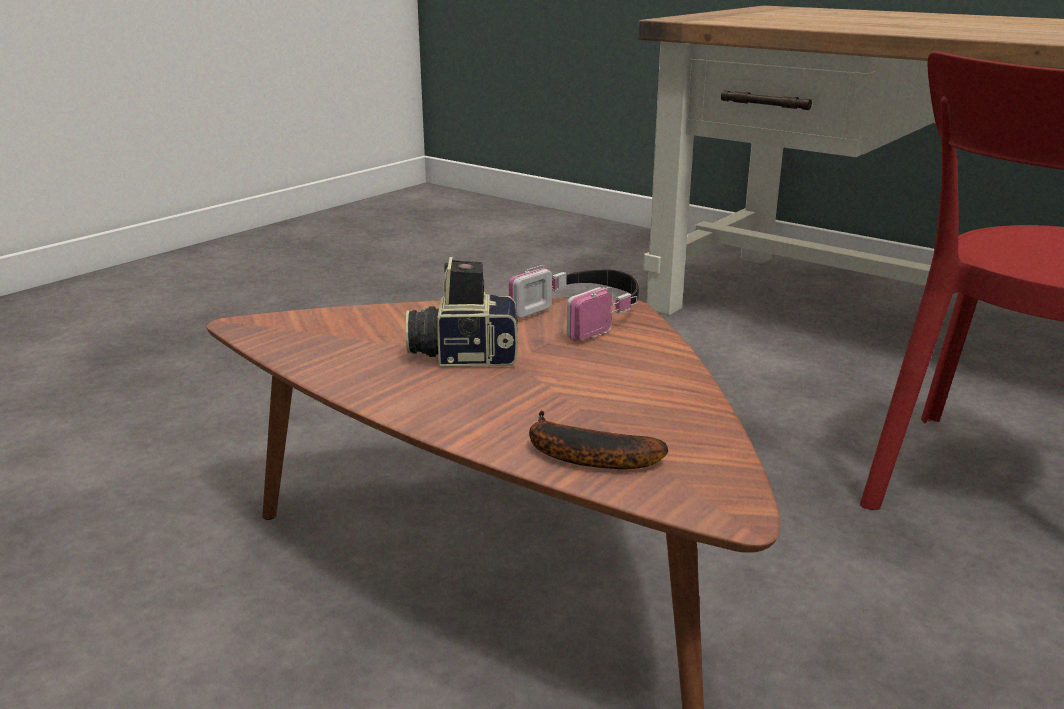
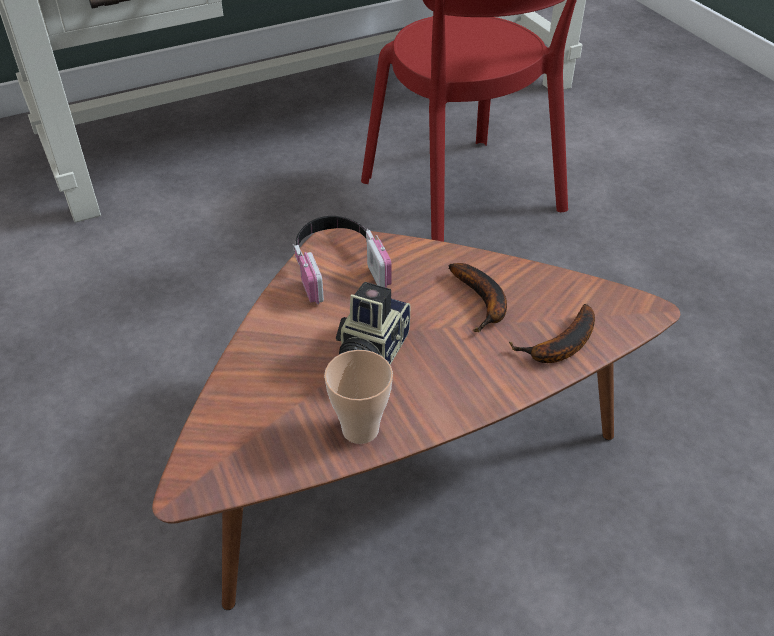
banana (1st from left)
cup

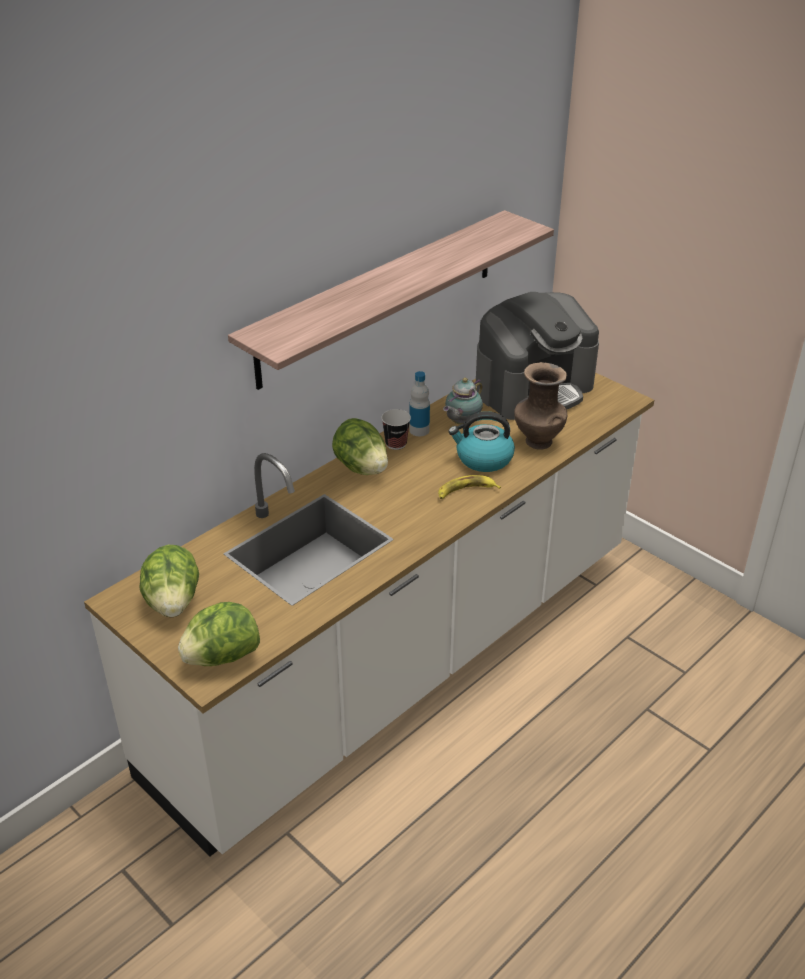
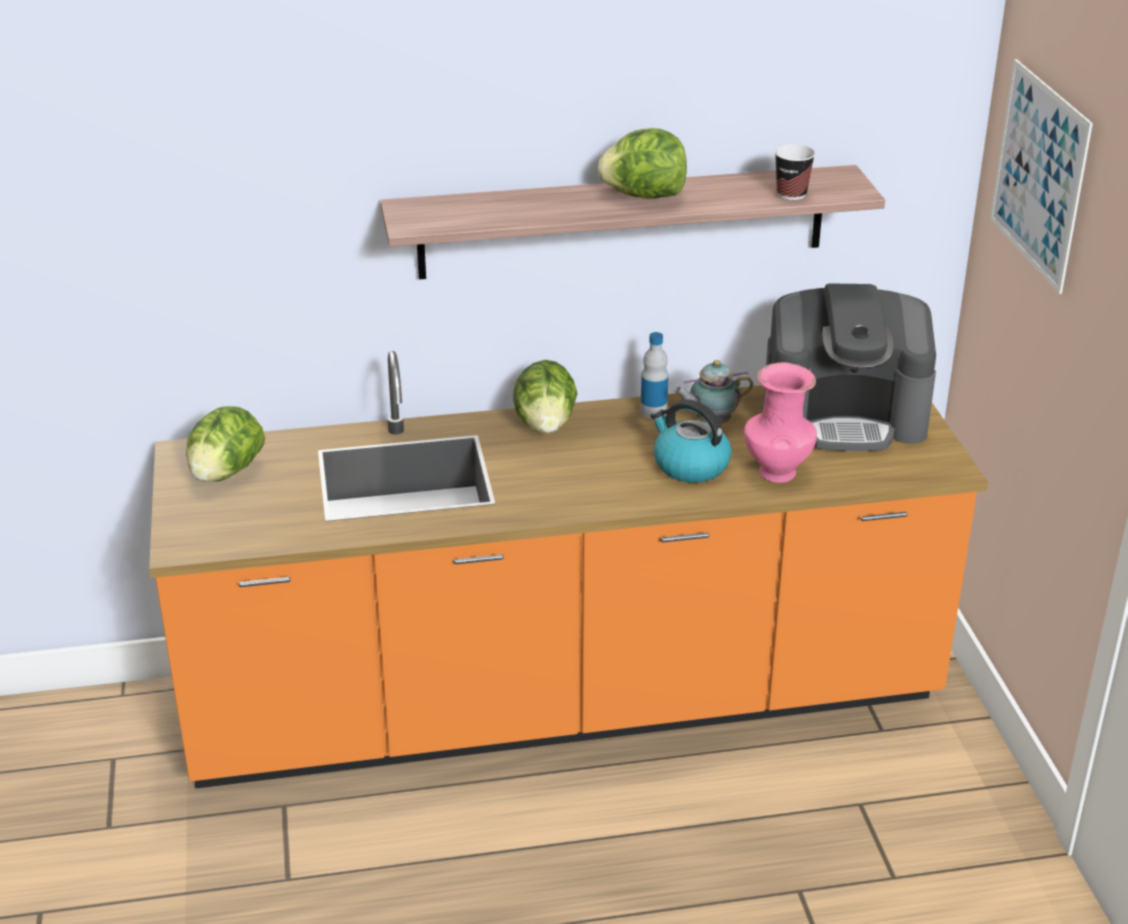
pink_vase
orange_counter
cup
banana
lettuce (3rd from left)
picture

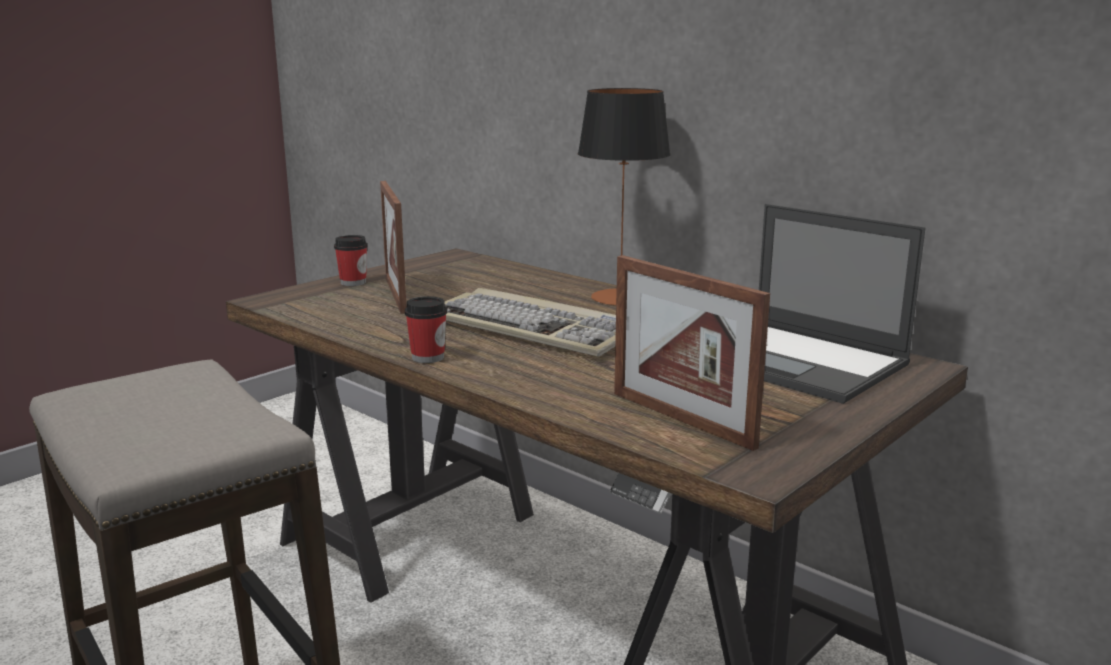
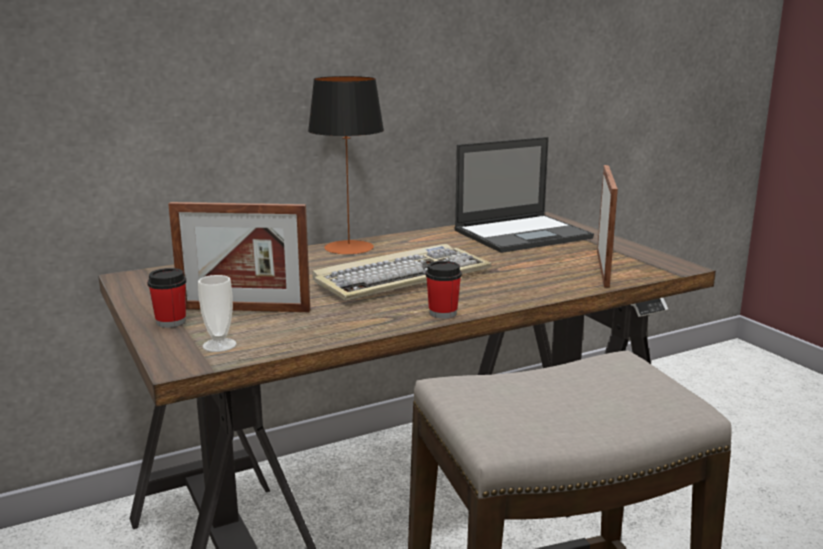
picture_frame (2nd from left)
cup (2nd from left)

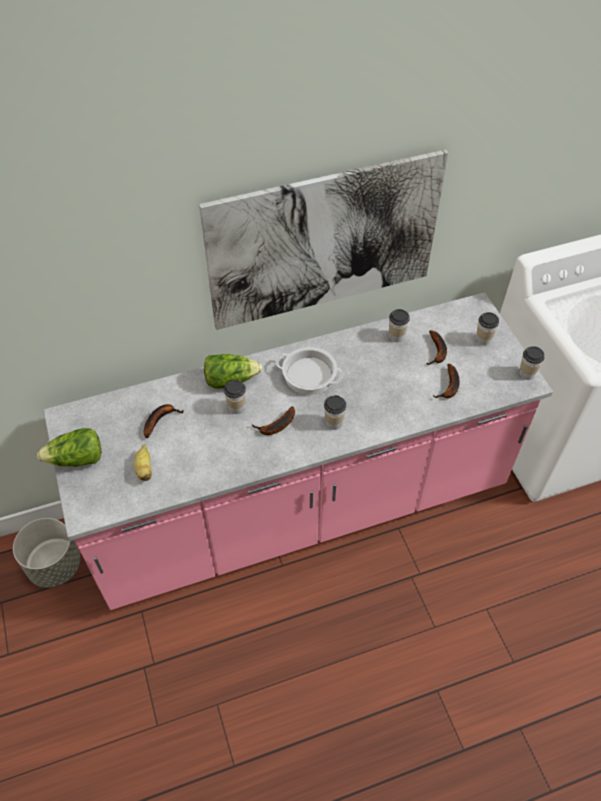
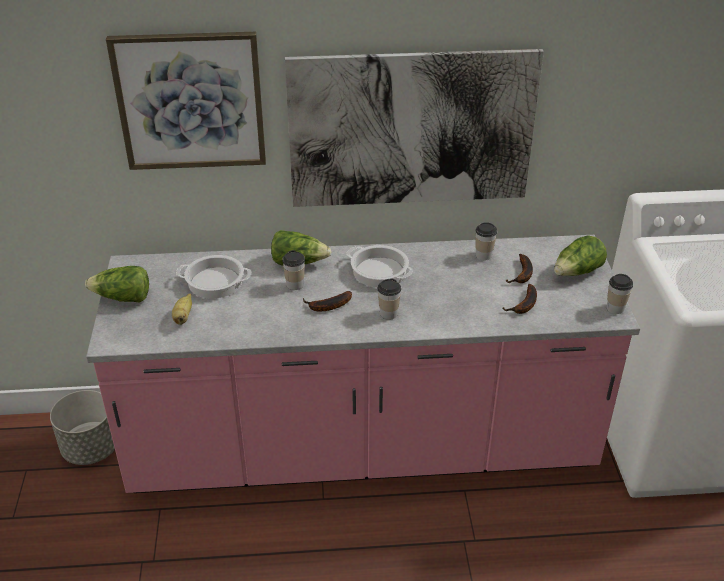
lettuce (3rd from left)
cooking_pot (1st from left)
picture (1st from left)

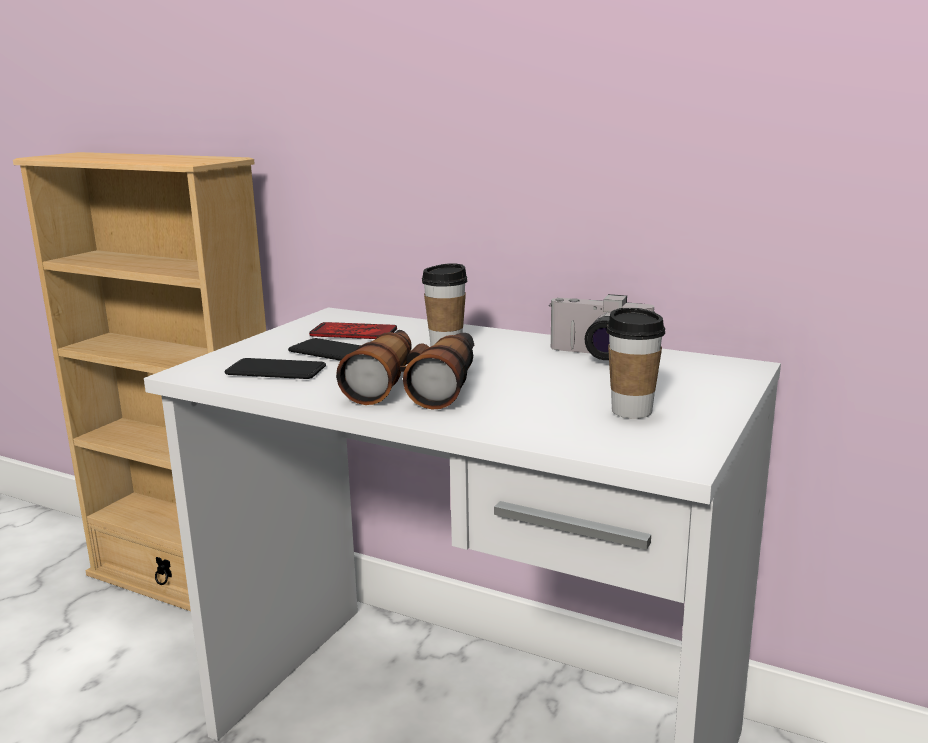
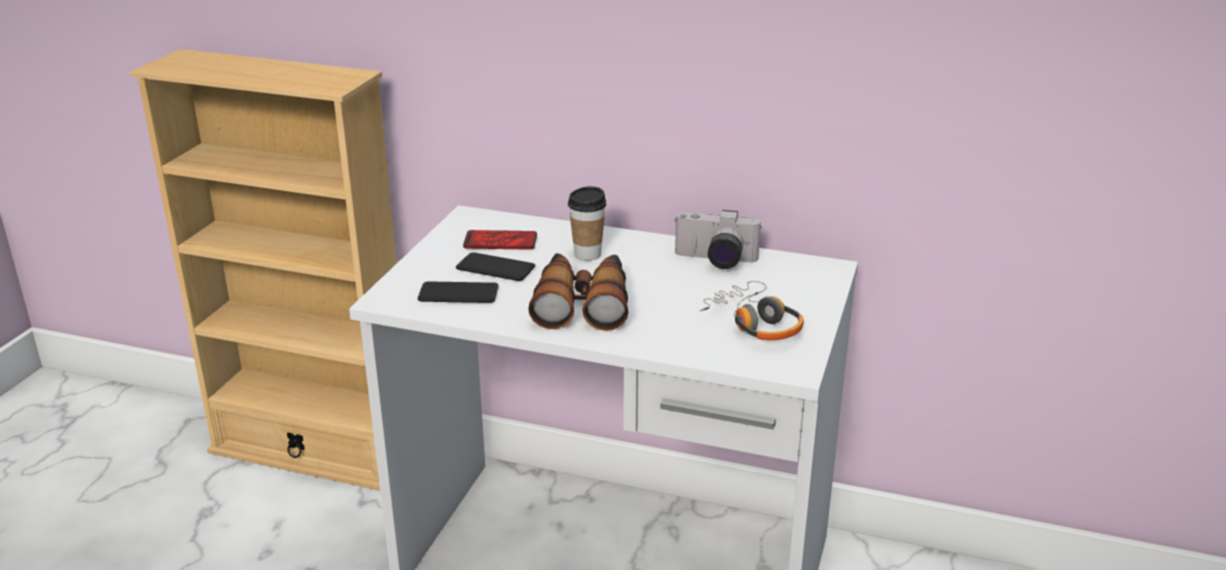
headphones

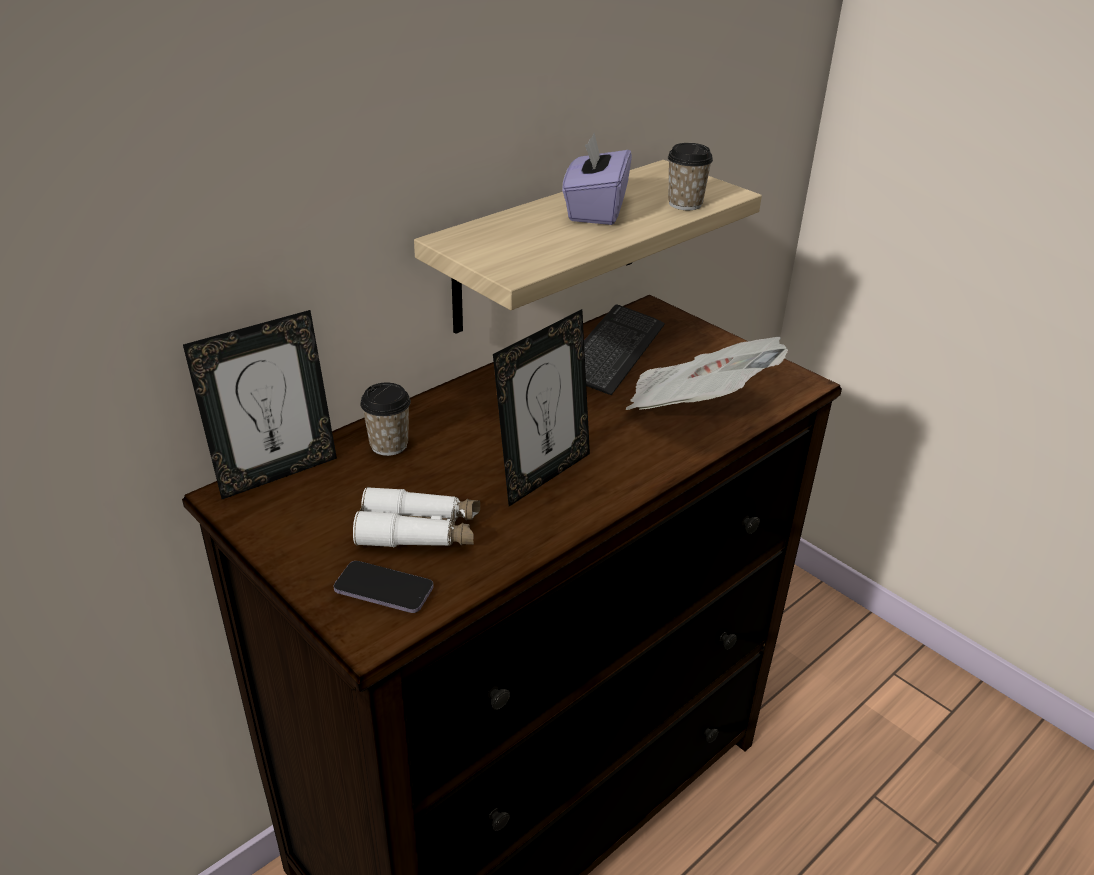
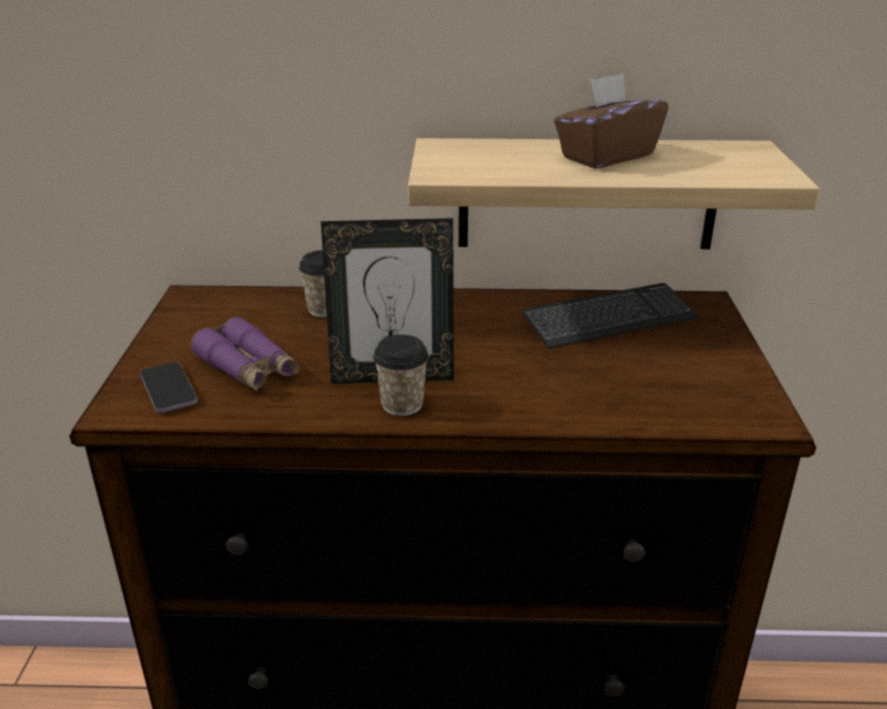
brown_tissue_box
cup (2nd from left)
picture_frame (1st from left in the first image)
newspaper
purple_binoculars

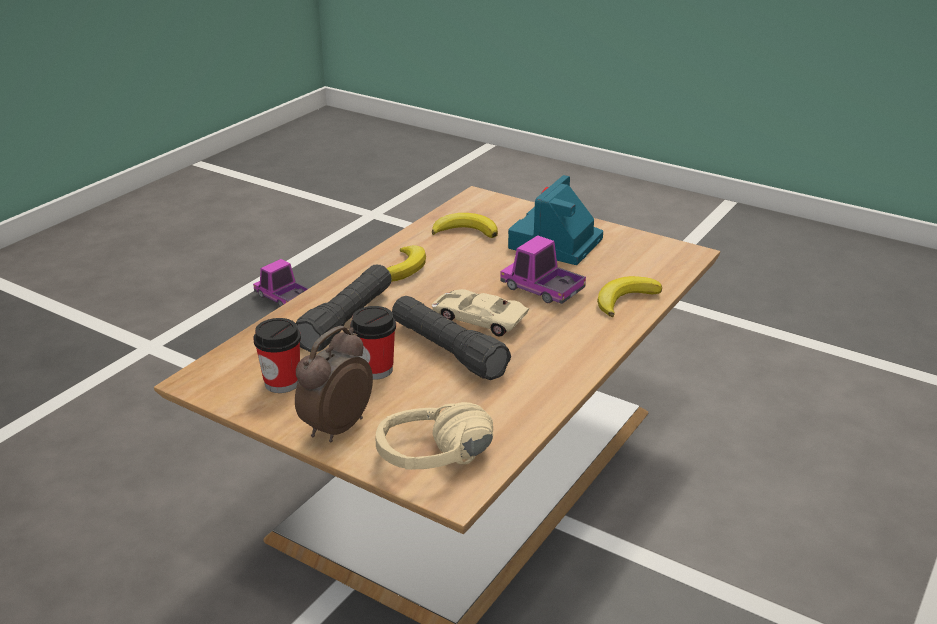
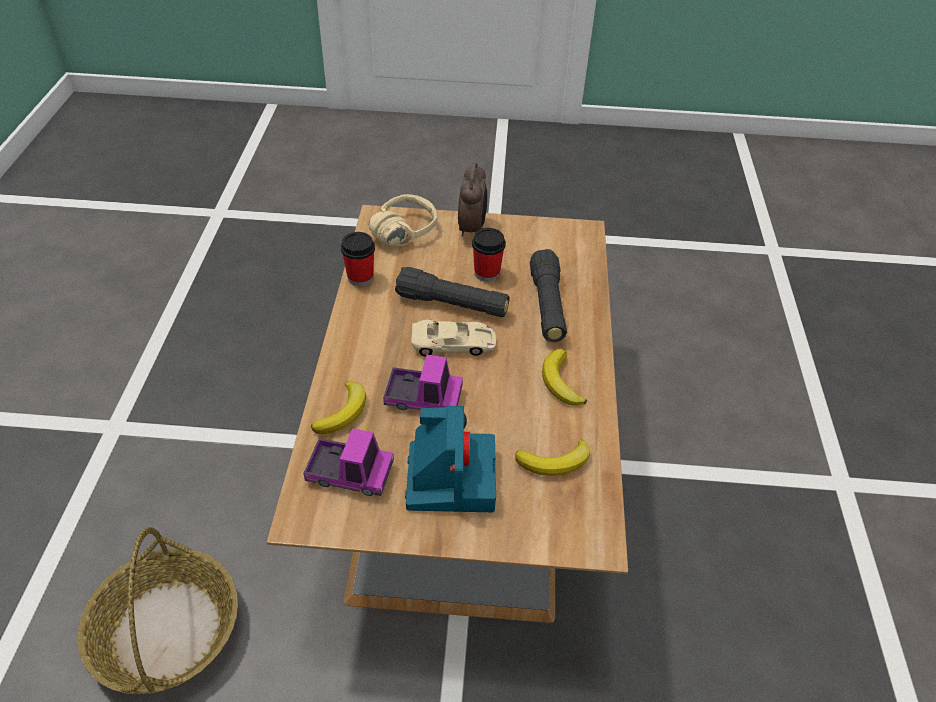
toy_truck (1st from left)
cup (1st from left)
basket

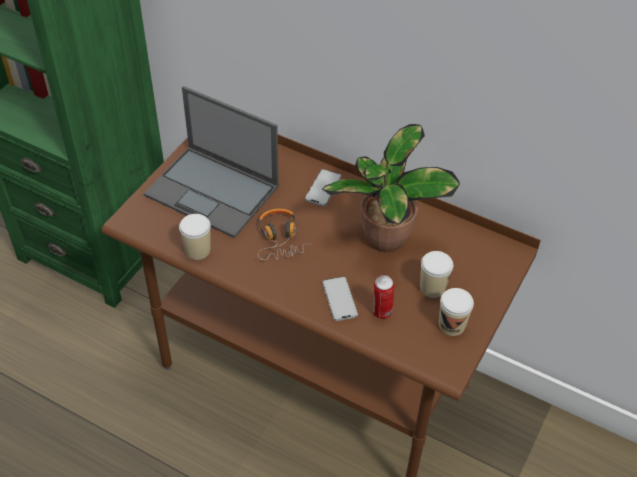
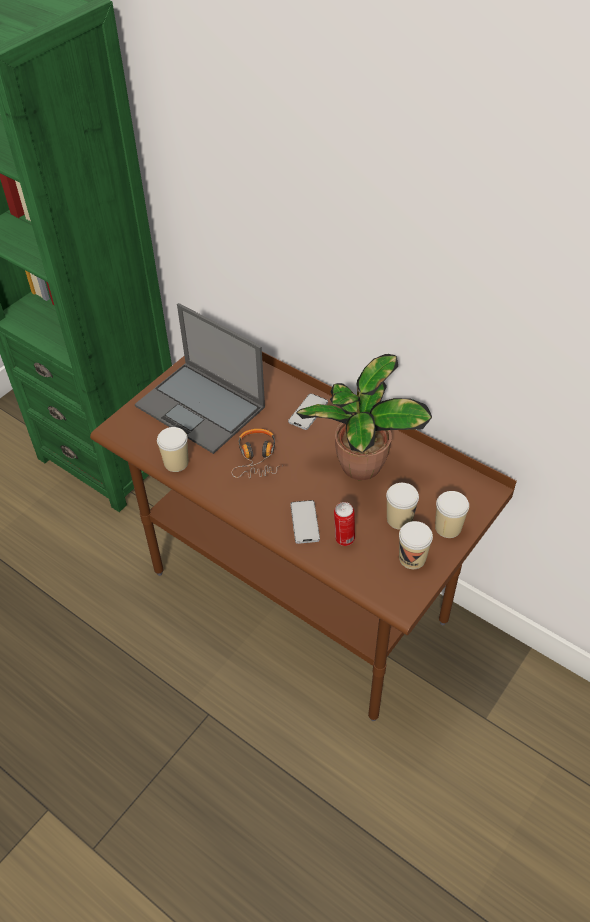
cup (4th from left)

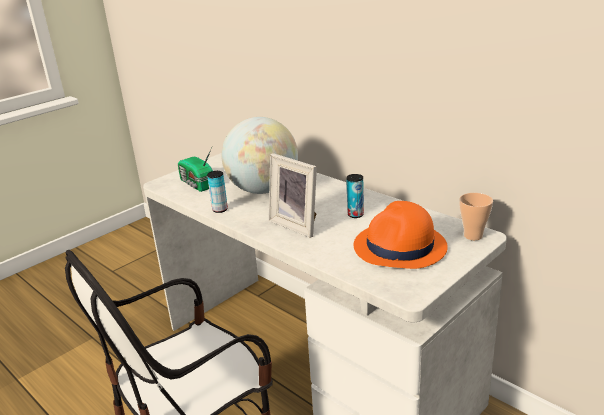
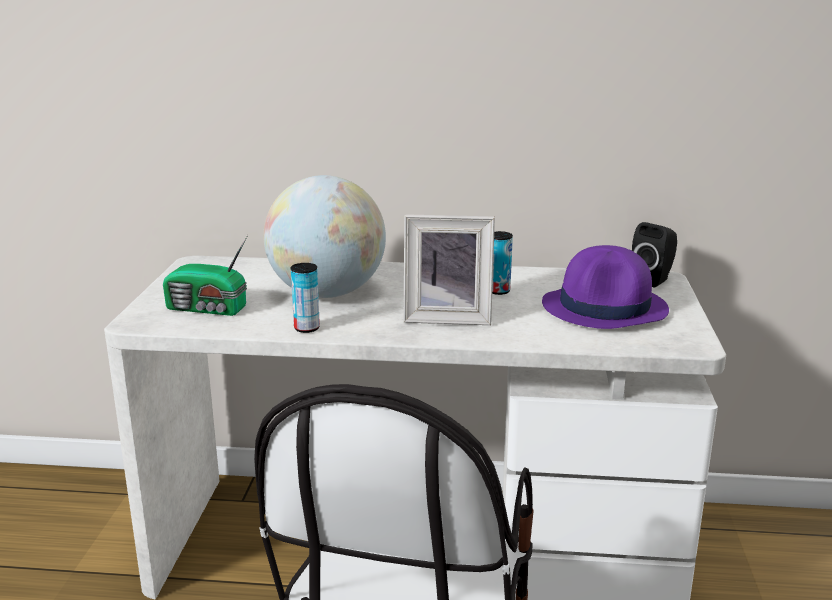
black_speaker
purple_hat

